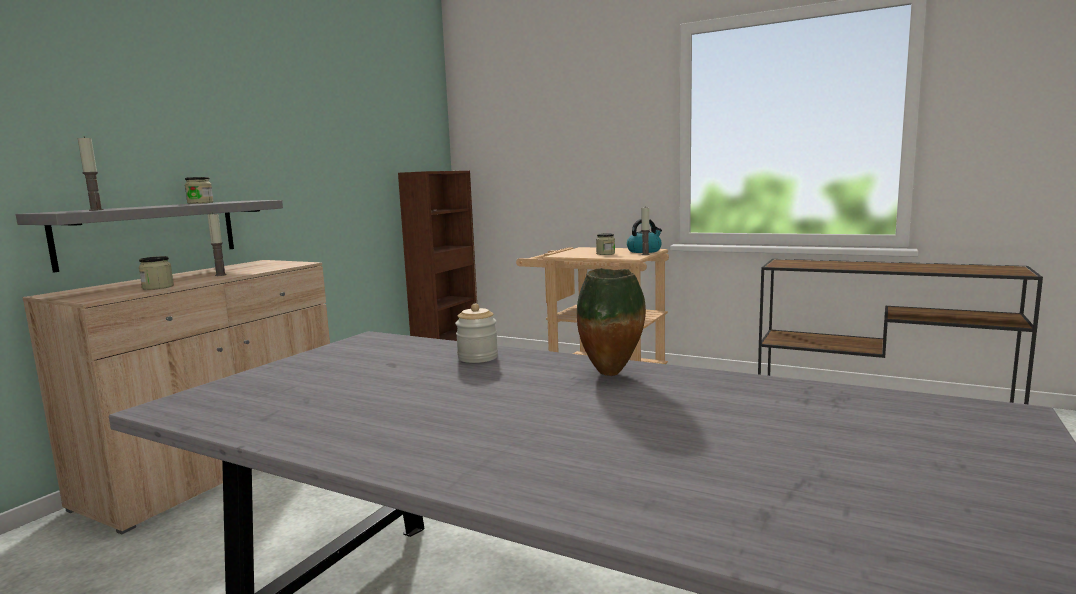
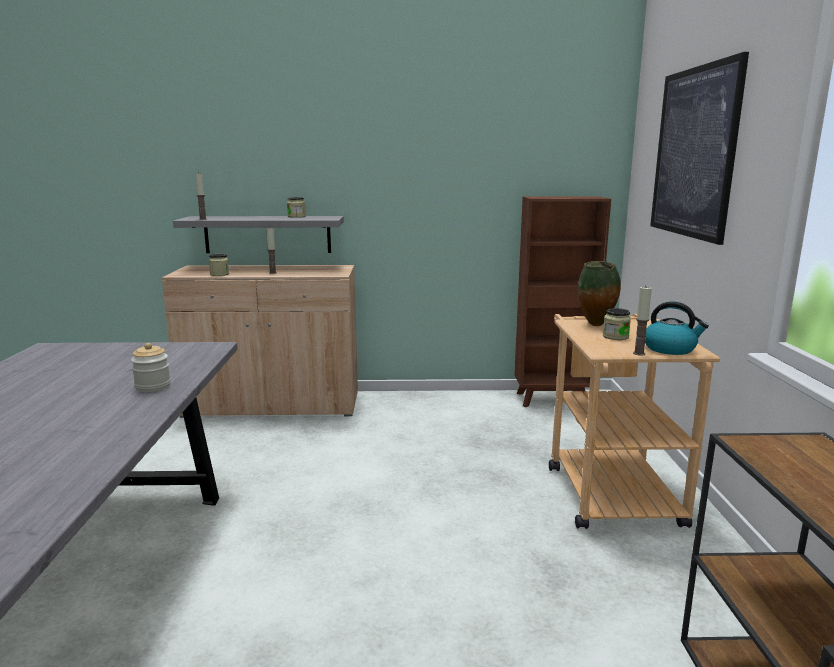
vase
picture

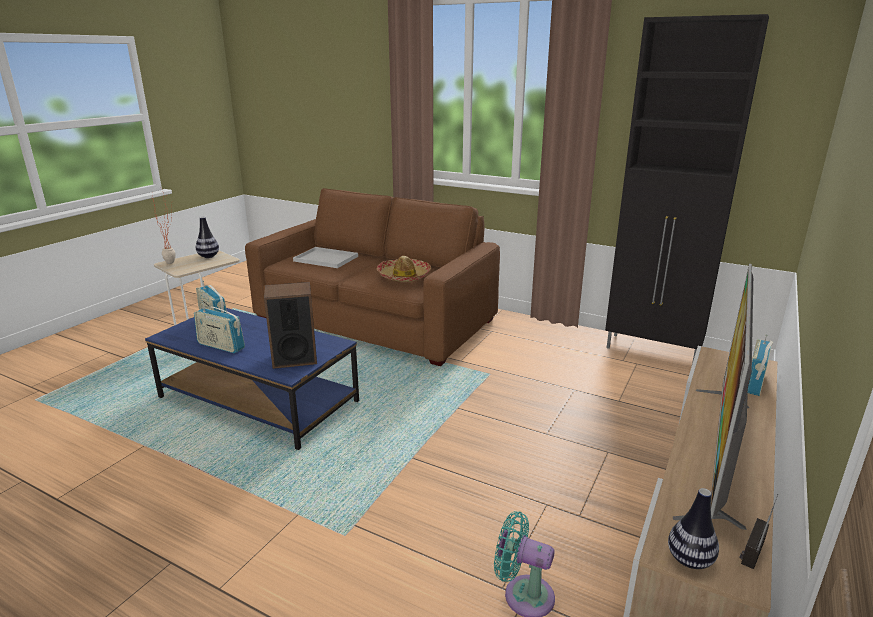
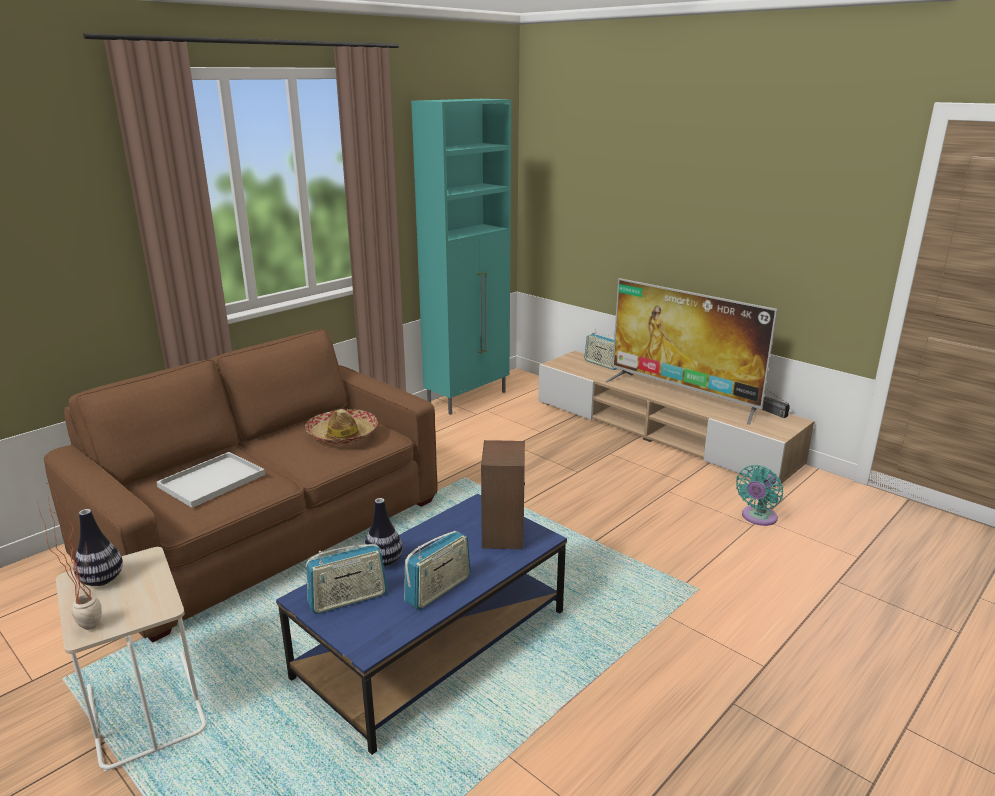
turquoise_cabinet
vase (2nd from left)

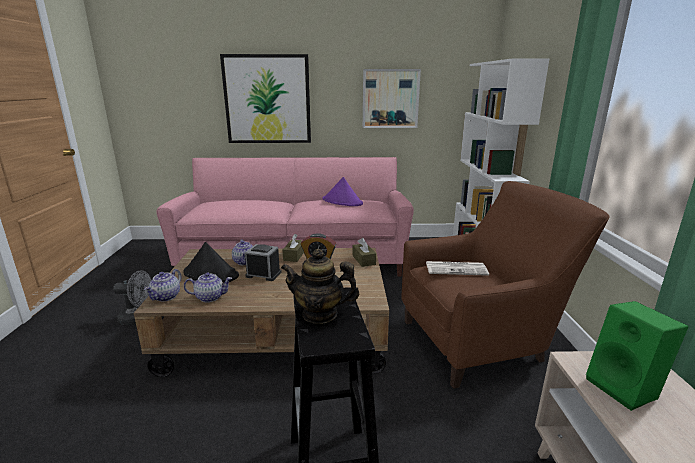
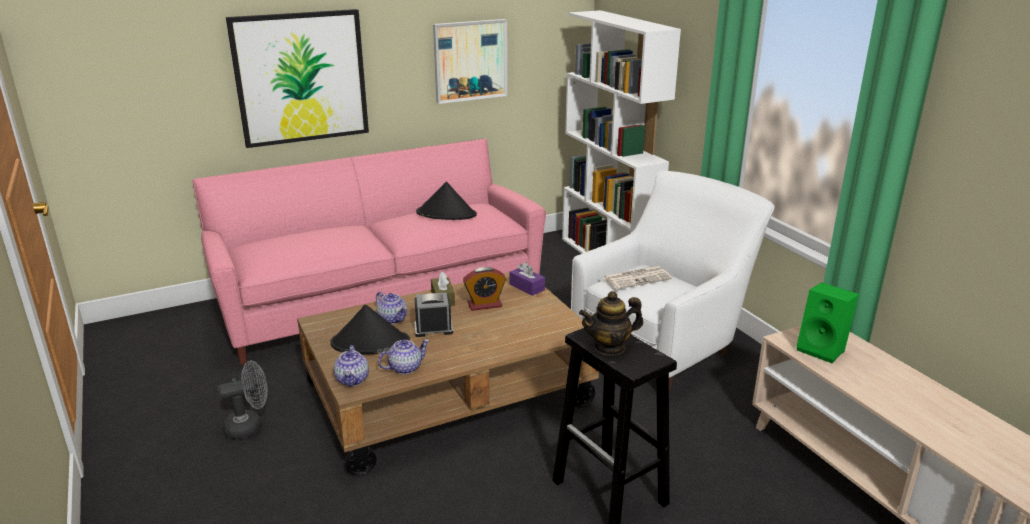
black_hat (2nd from left)
white_armchair
purple_tissue_box

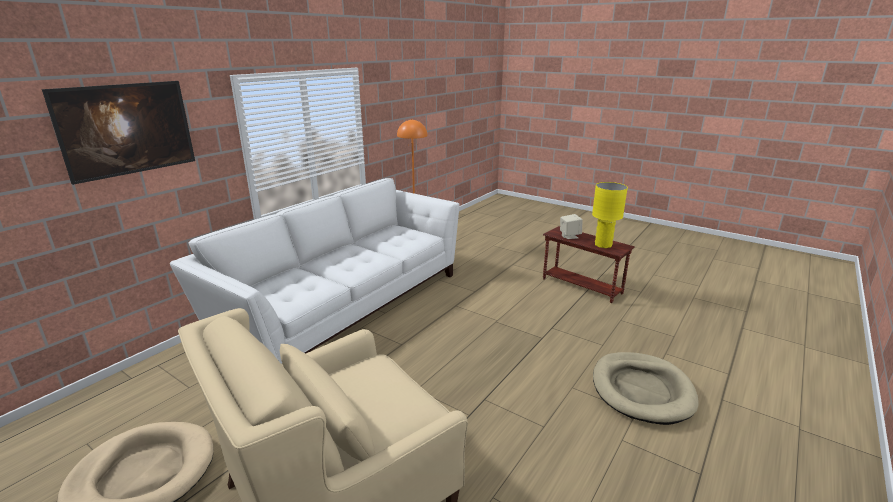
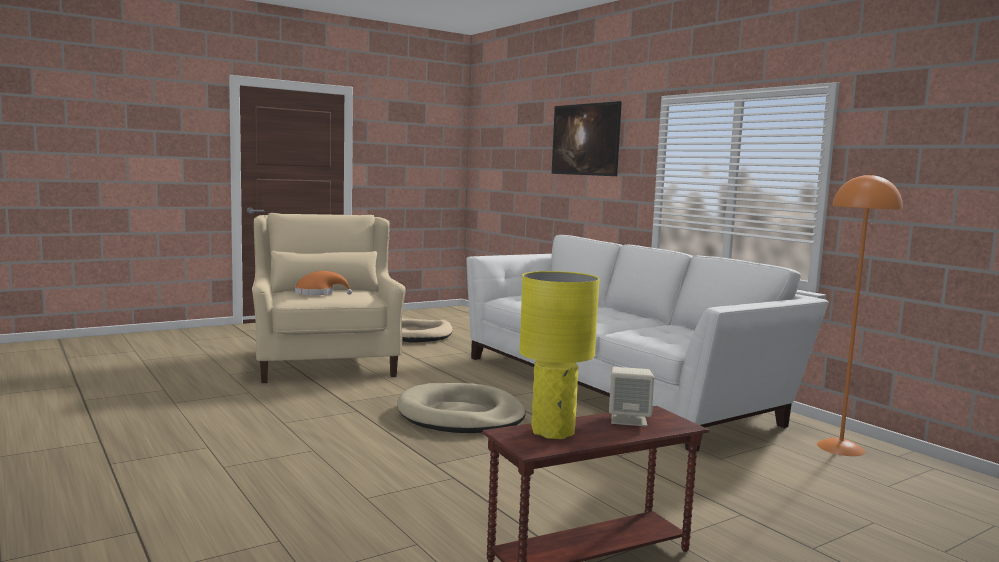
beige_dog_bed (2nd from left)
orange_hat

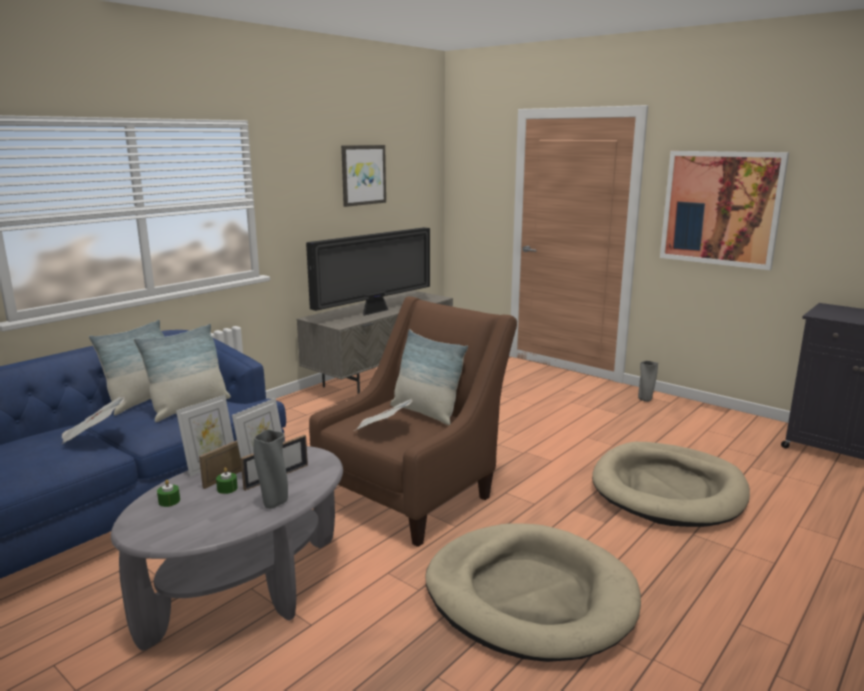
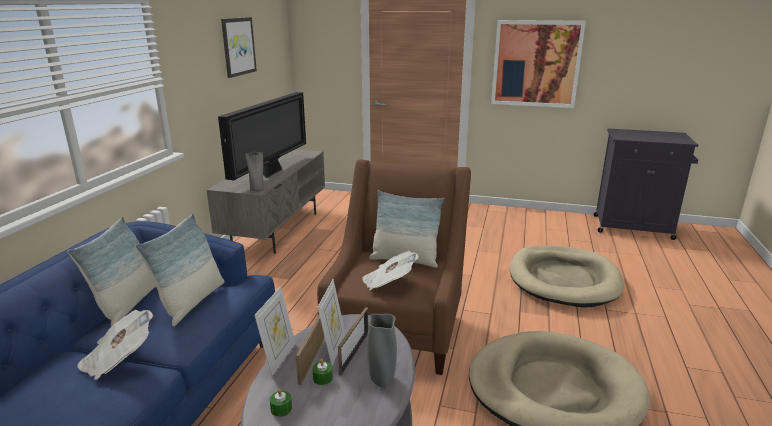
grey_vase (1st from left)

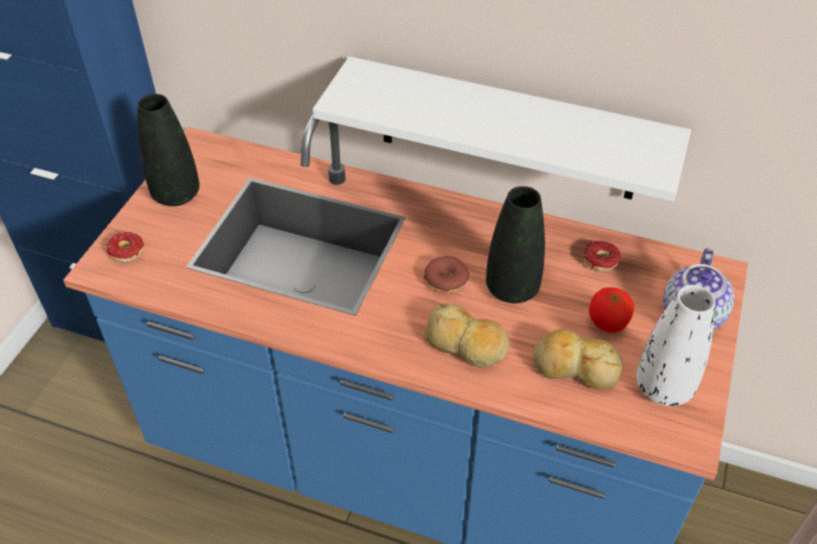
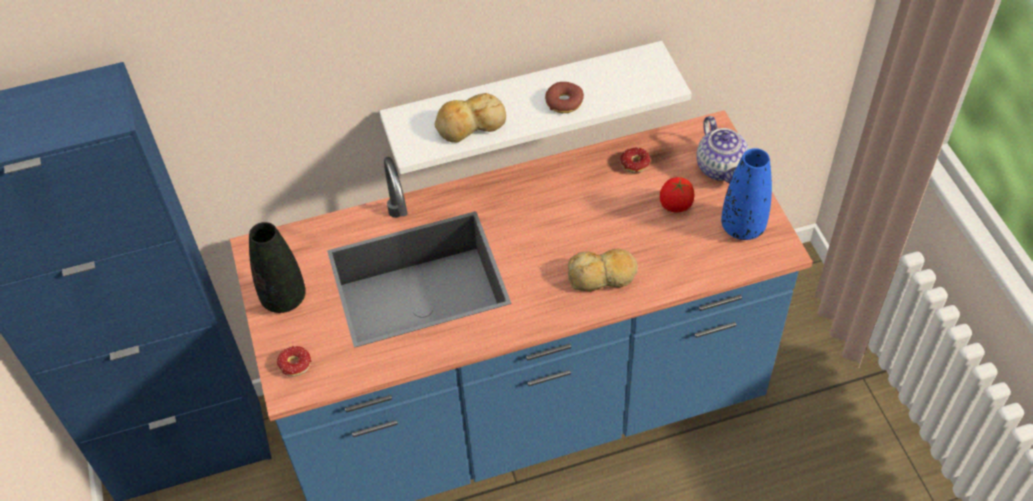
black_vase (2nd from left in the first image)
donut (2nd from left)
blue_vase
bread (1st from left)

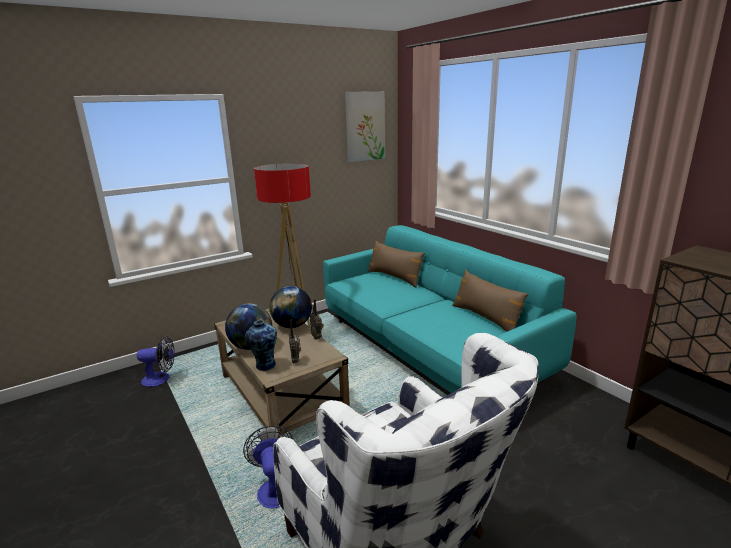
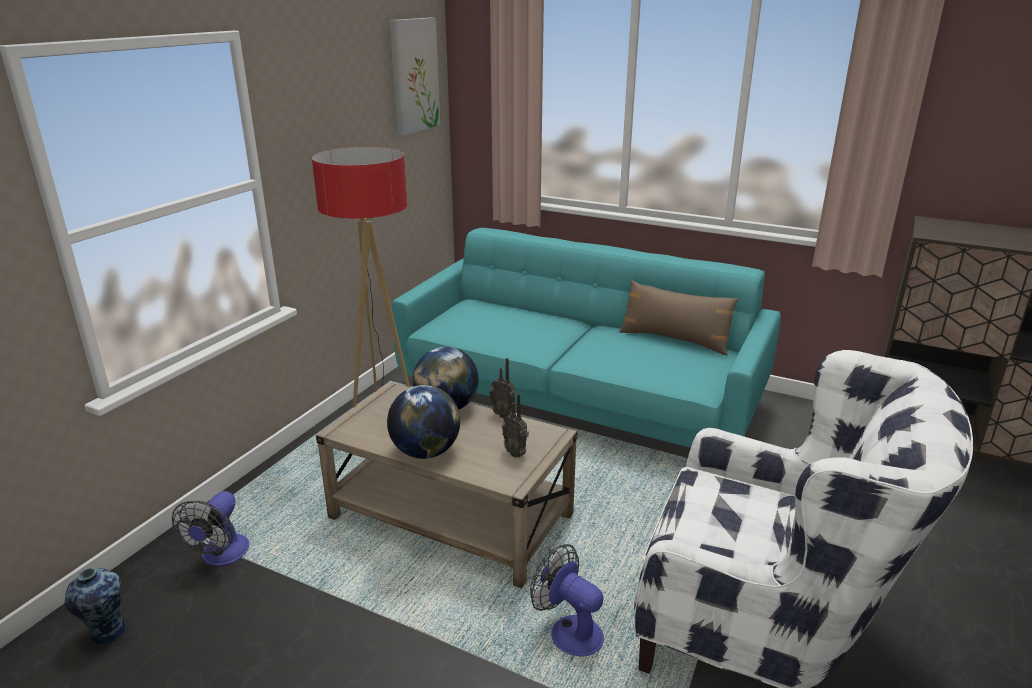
brown_pillow (1st from left in the first image)
vase
fan (1st from left)

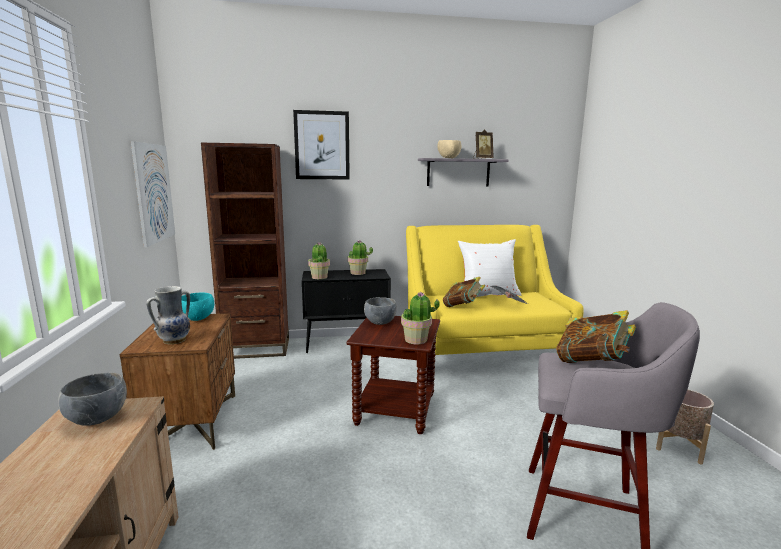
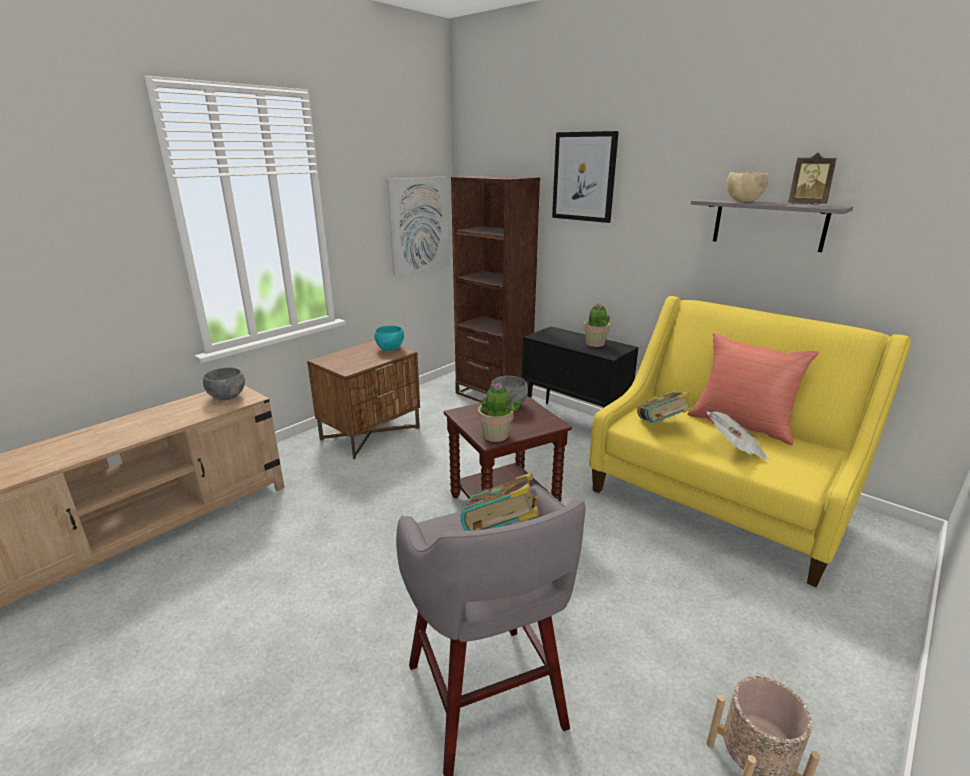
red_pillow
potted_plant (1st from left in the first image)
vase

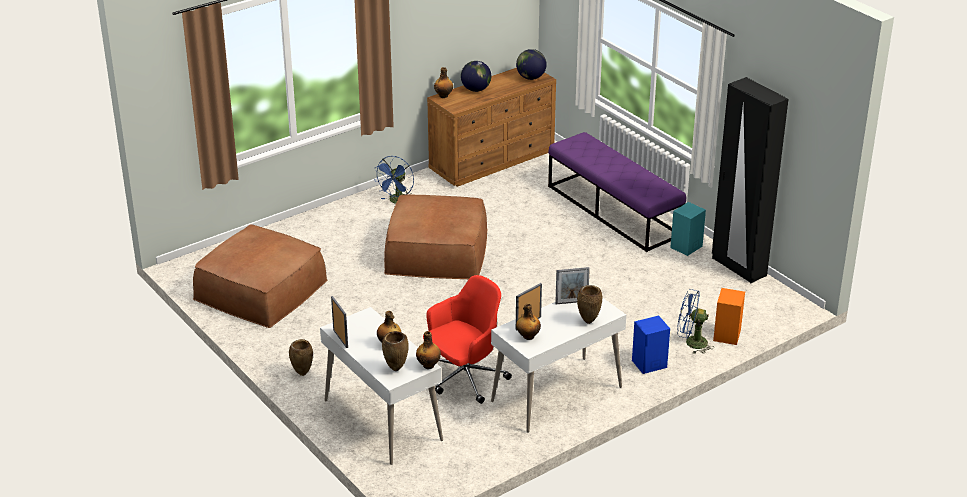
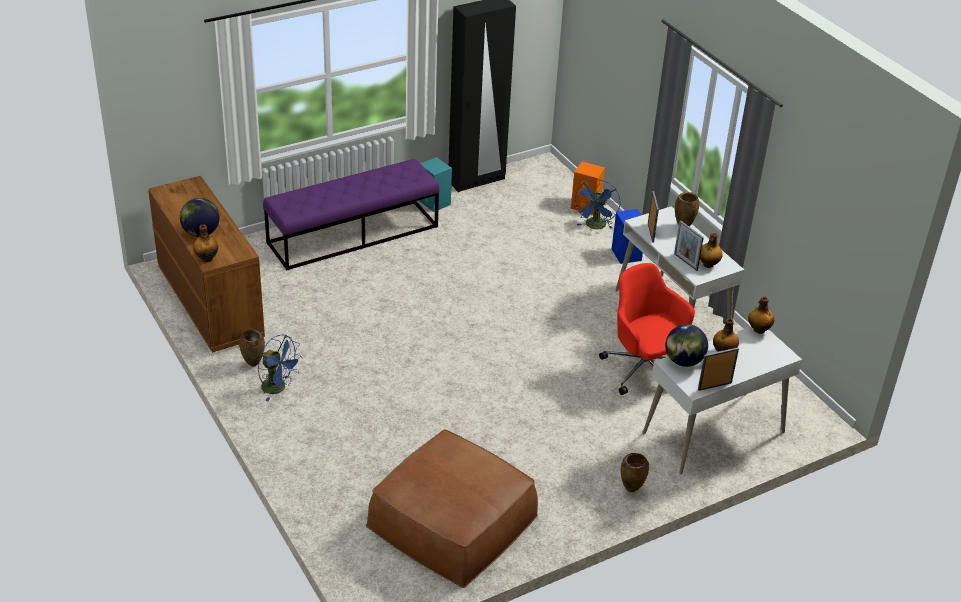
globe (2nd from left)
brown_ottoman (2nd from left in the first image)
brown_vase (1st from left)

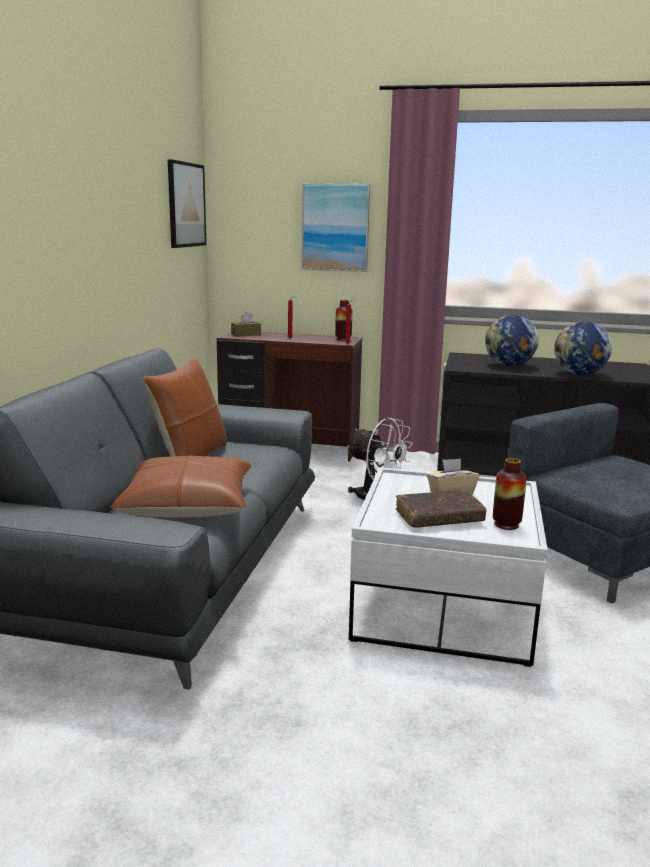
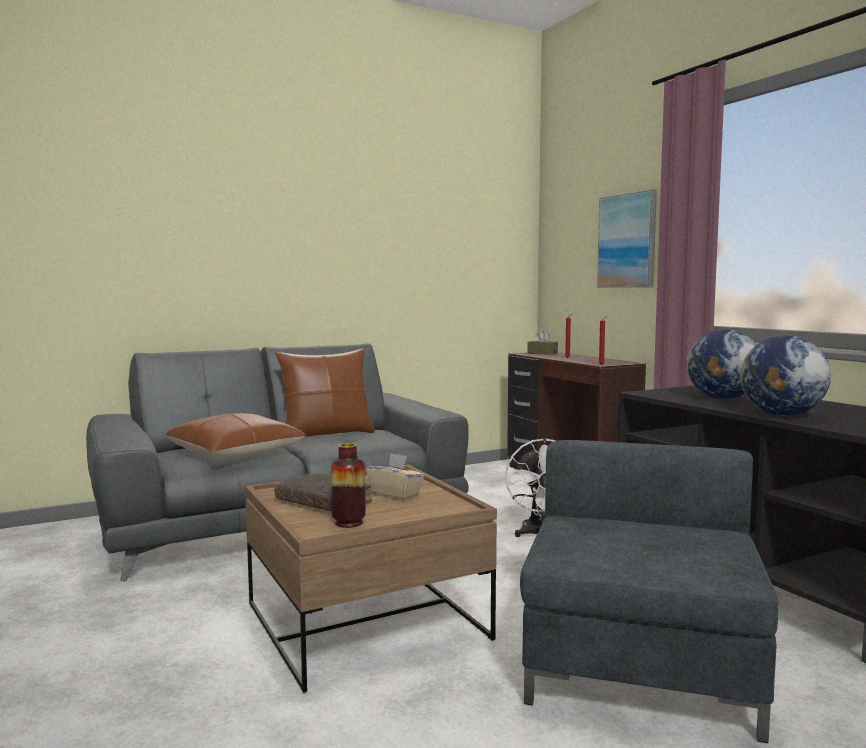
picture (1st from left in the first image)
vase (1st from left in the first image)
brown_coffee_table

